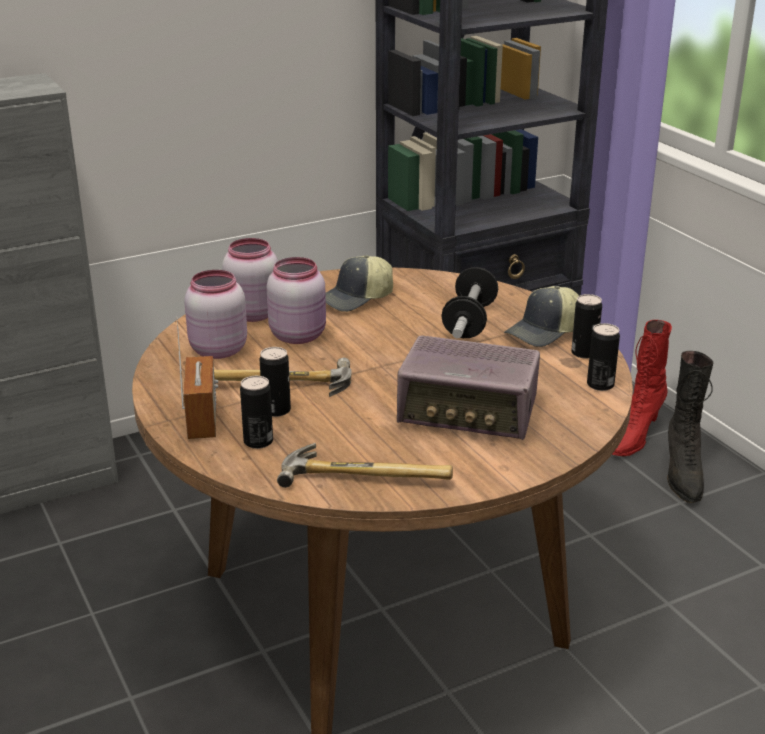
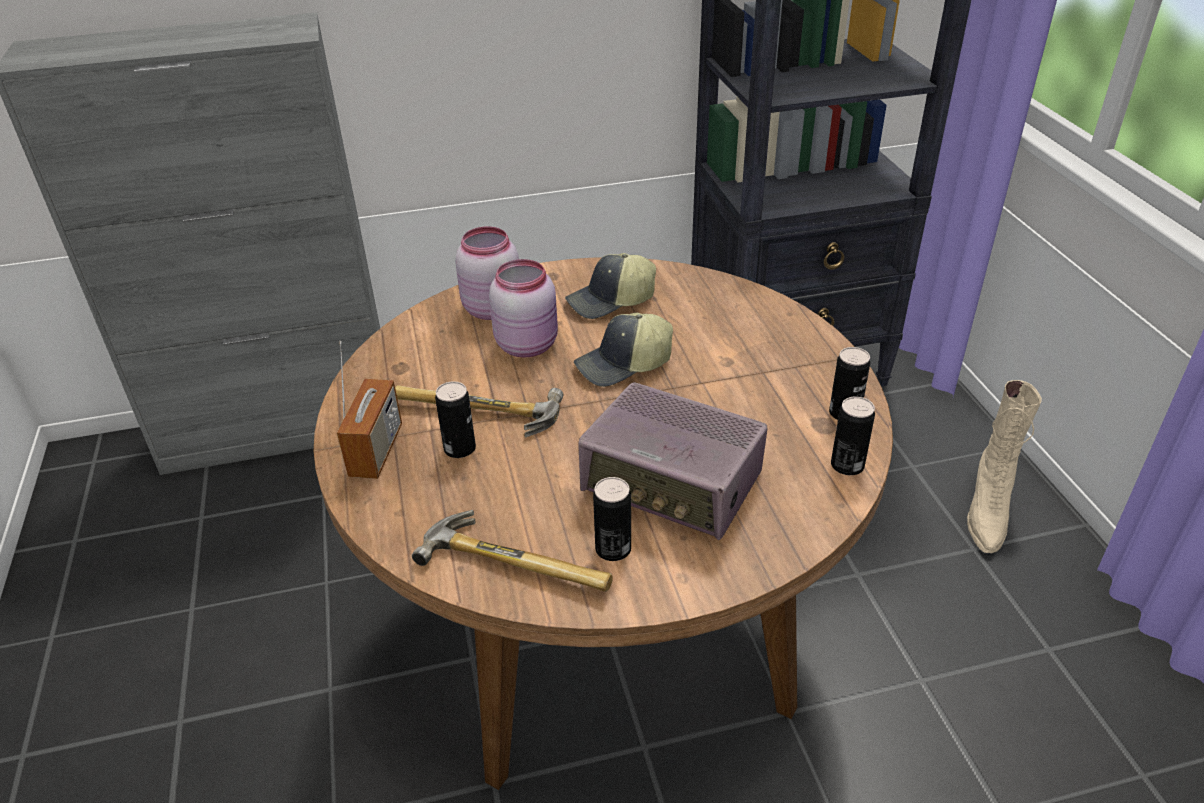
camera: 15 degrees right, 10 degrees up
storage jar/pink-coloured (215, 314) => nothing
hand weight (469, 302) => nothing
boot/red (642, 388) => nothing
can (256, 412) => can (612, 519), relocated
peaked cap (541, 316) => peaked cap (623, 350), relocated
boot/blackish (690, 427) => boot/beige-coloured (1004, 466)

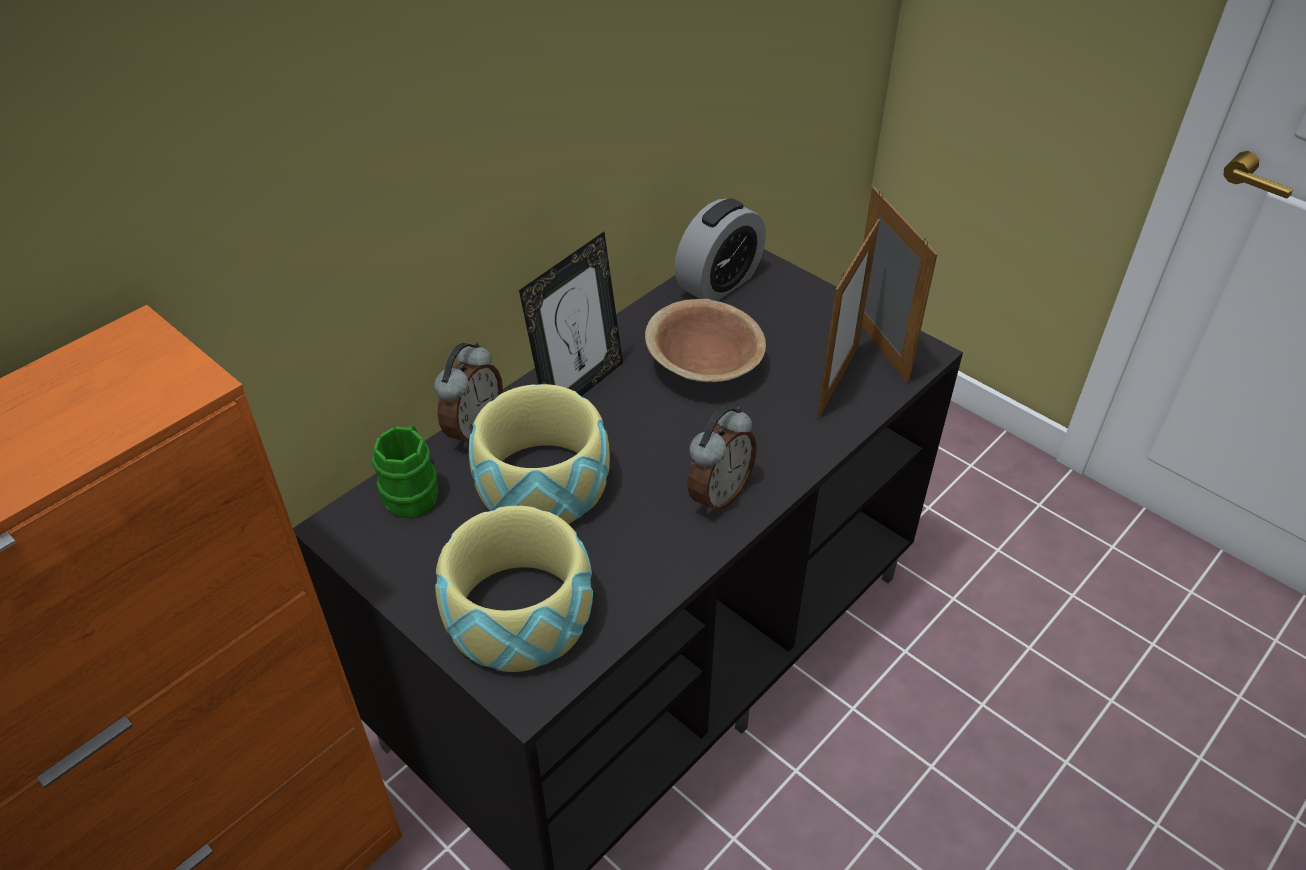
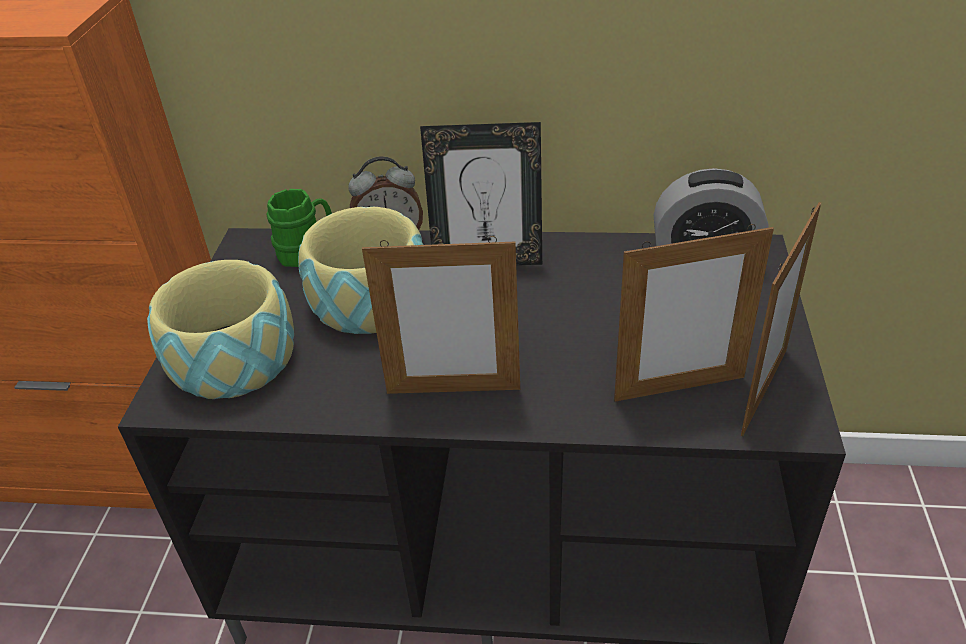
camera: 55 degrees right, 5 degrees down
deep dish/brownish (705, 341) => nothing
table clock (722, 460) => standing frame (441, 315)

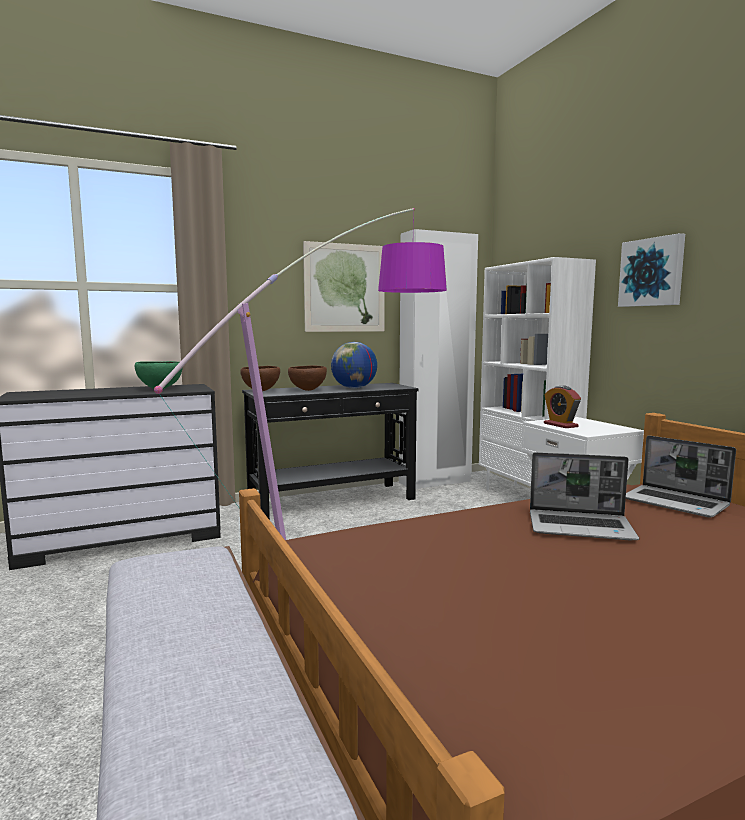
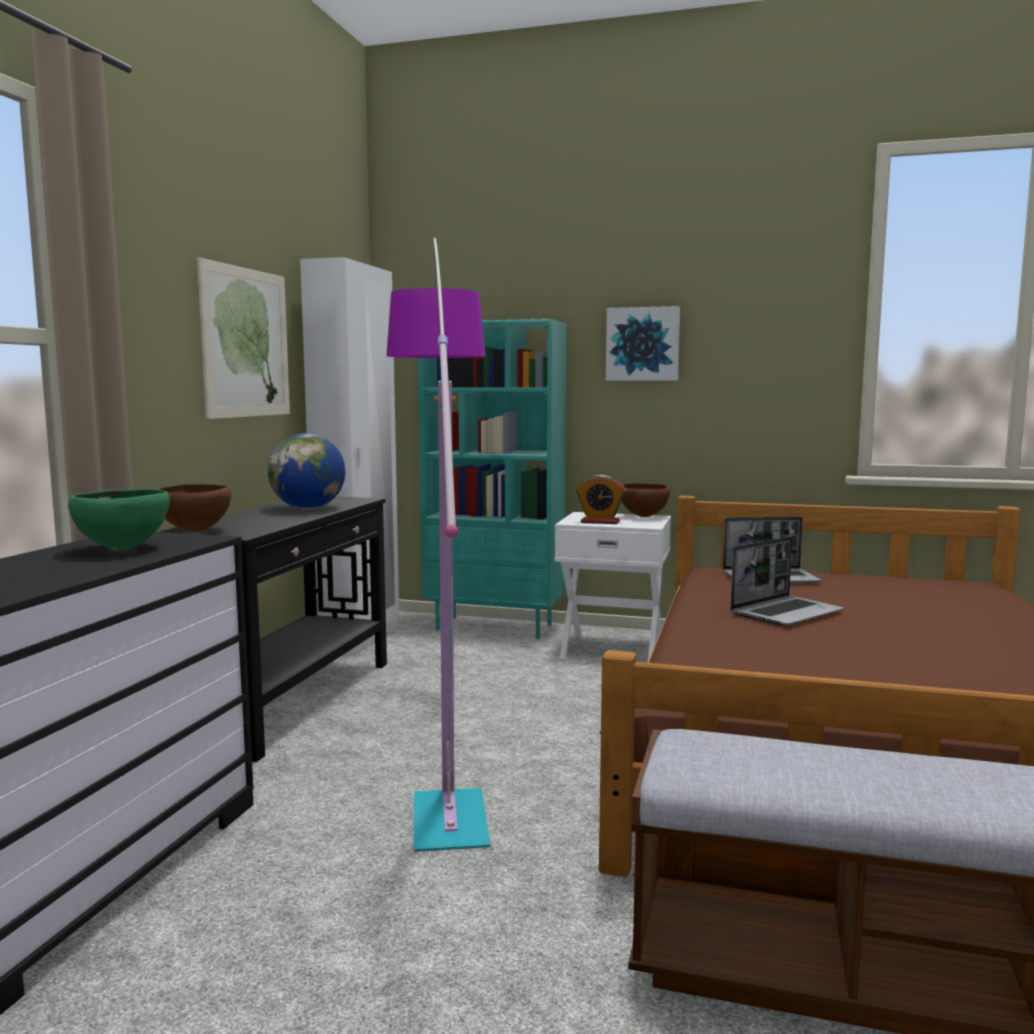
camera: 50 degrees left, 0 degrees up
deep dish/brownish (307, 378) => deep dish/brownish (646, 500), relocated
bookcase/white (537, 373) => bookcase/turquoise (492, 479)

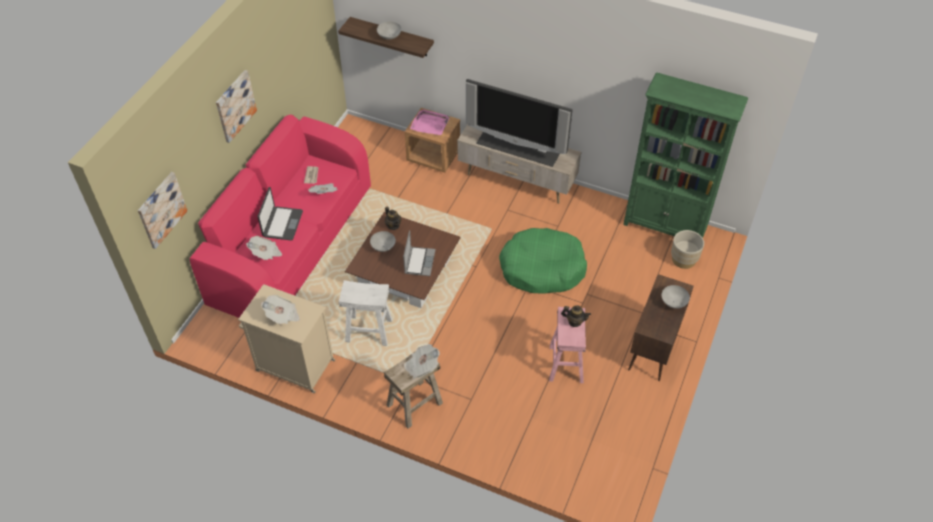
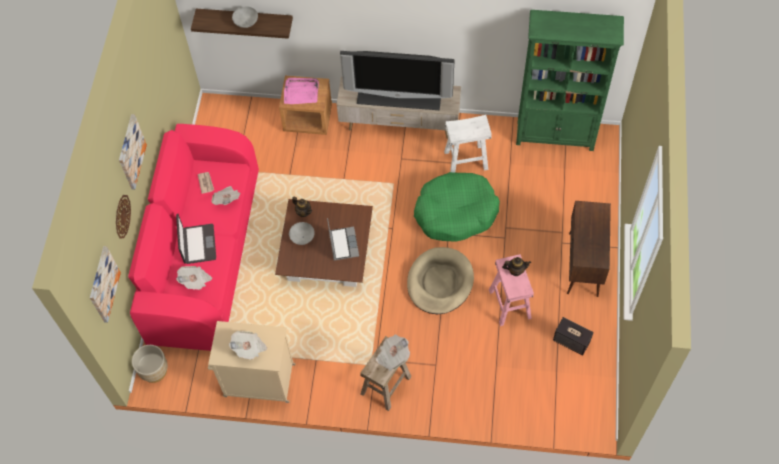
camera: 15 degrees left, 10 degrees up
deep dish/gray (676, 297) => nothing
nothing => wall clock (123, 217)
nothing => pet bed/beige-coloured (440, 280)
nothing => loudspeaker (573, 336)
sitting stool/white (366, 313) => sitting stool/white (468, 144), relocated
plant pot/beige-coloured (687, 249) => plant pot/beige-coloured (150, 364), relocated

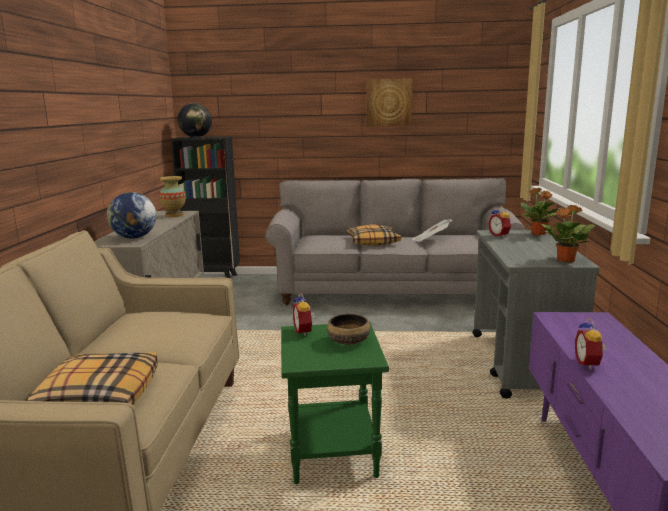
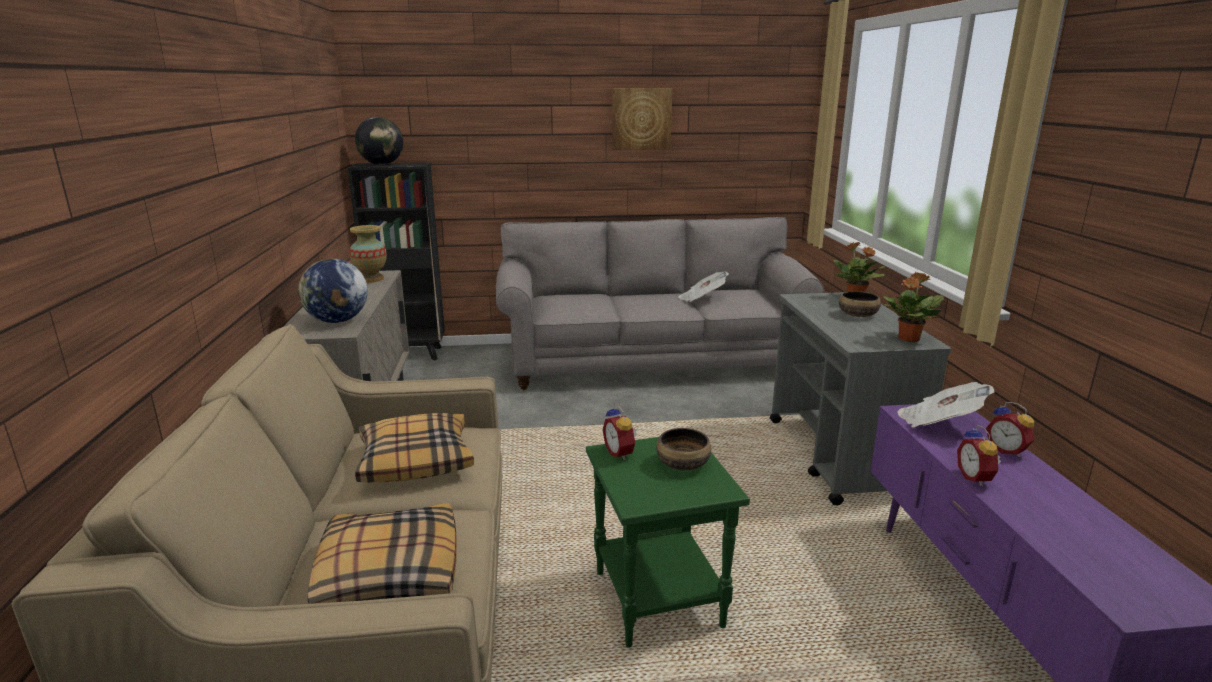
camera: 10 degrees left, 5 degrees up
nothing => deep dish (860, 304)
nothing => daily paper (946, 404)
pillow (374, 235) => pillow (414, 448), relocated
table clock (499, 221) => table clock (1010, 429), relocated

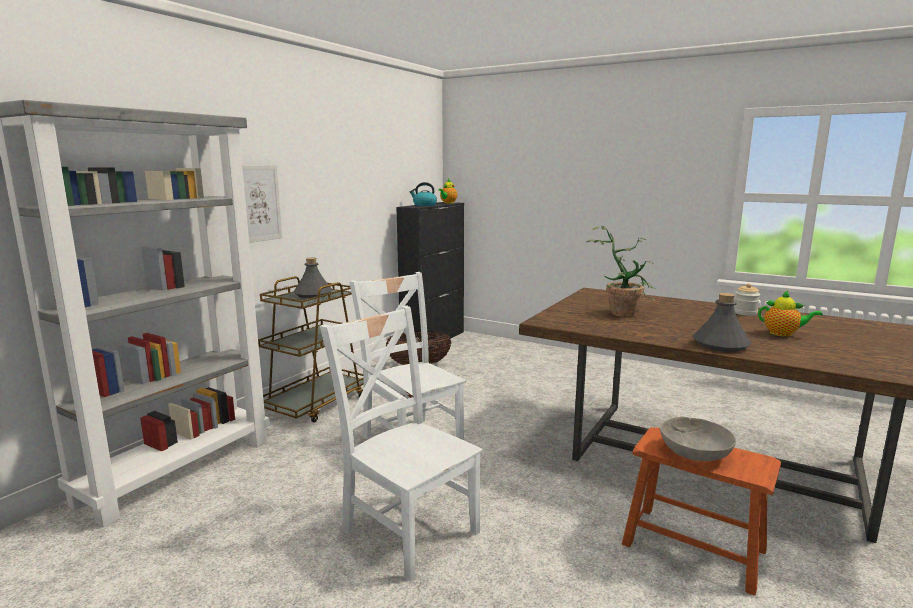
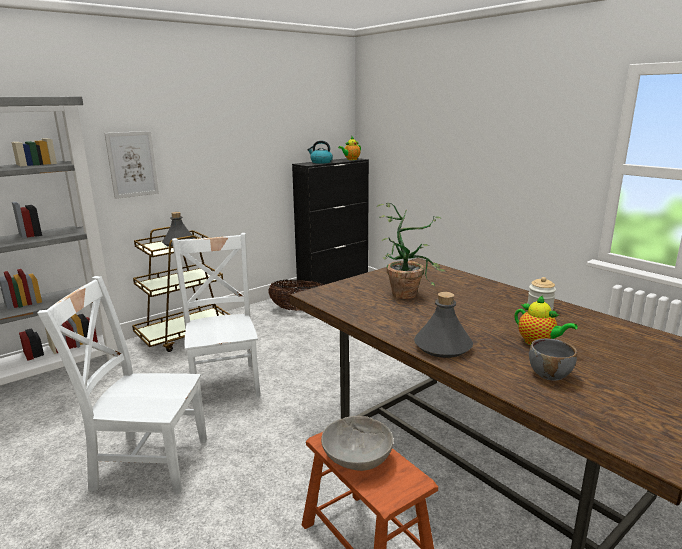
camera: 20 degrees right, 5 degrees up
nothing => deep dish/gray (553, 359)
chair/white (401, 443) => chair/white (122, 385), 60 degrees counterclockwise

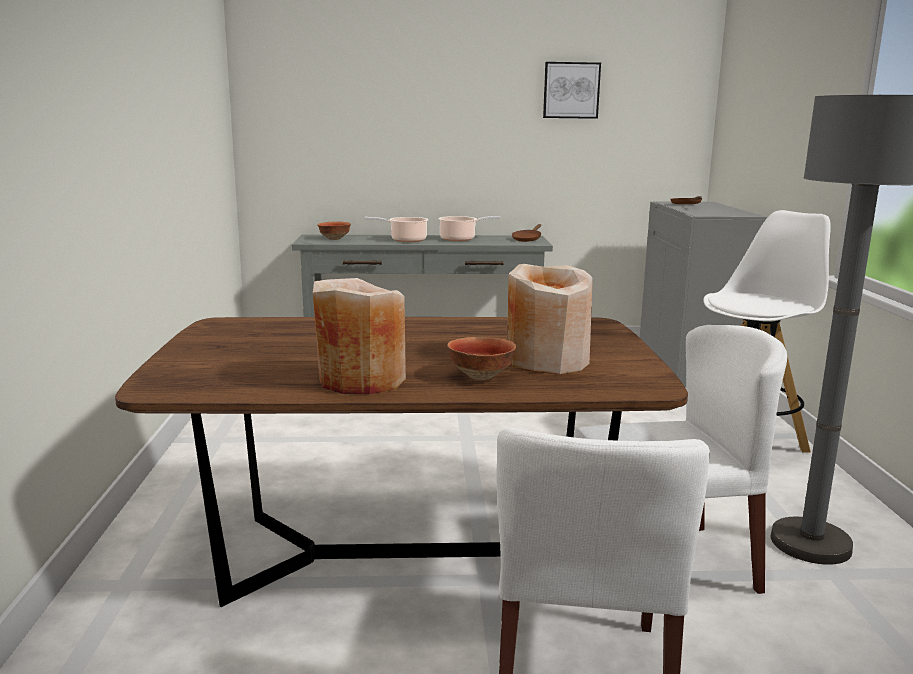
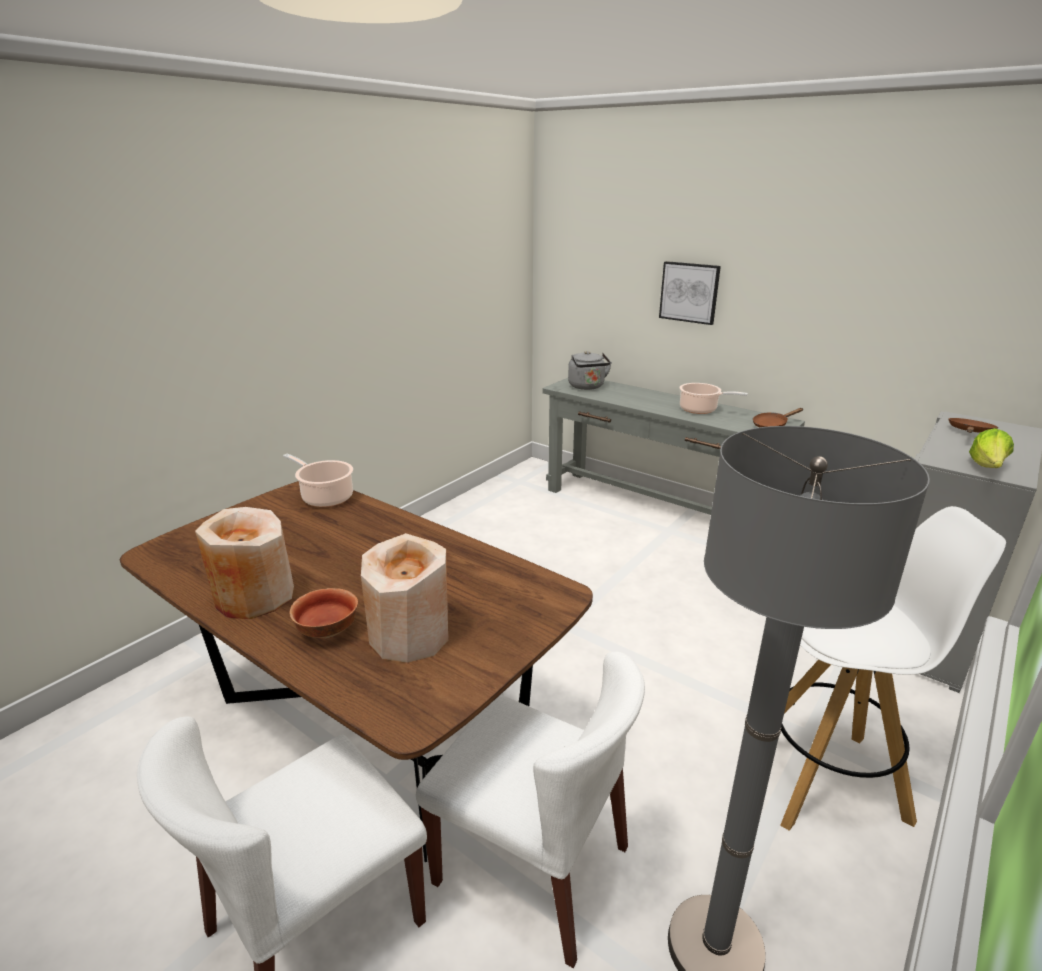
camera: 40 degrees right, 10 degrees up
nothing => lettuce head (991, 448)
cooking pot (396, 229) => cooking pot (318, 480), relocated
picture (572, 90) => picture (690, 293), relocated
deep dish (334, 230) => water kettle/gray (590, 370)

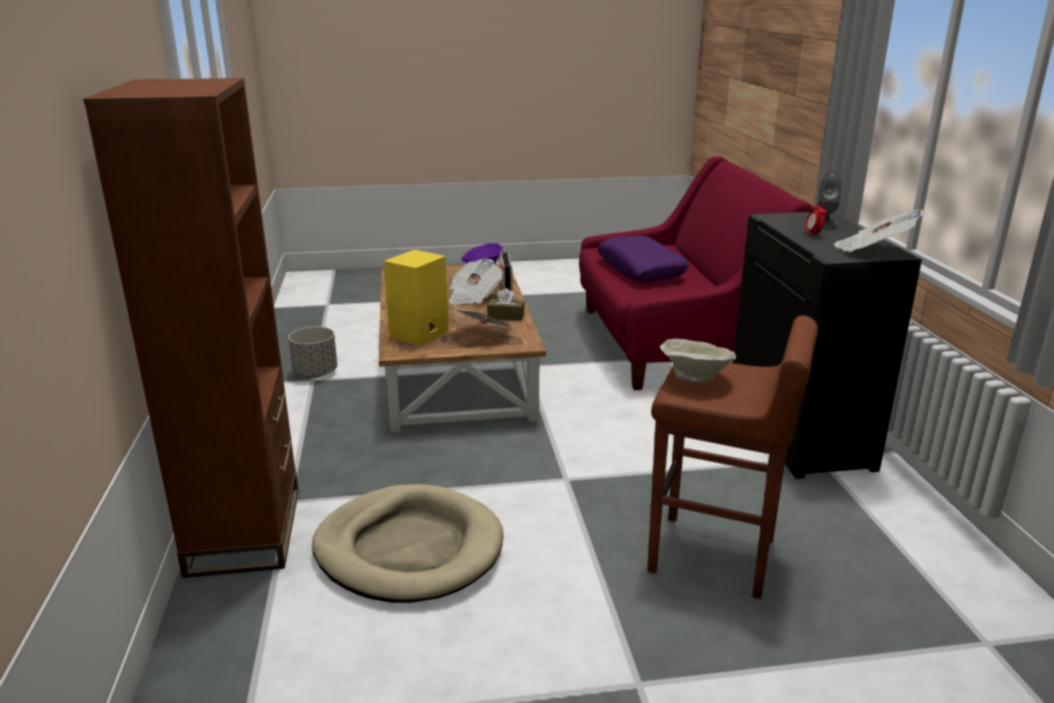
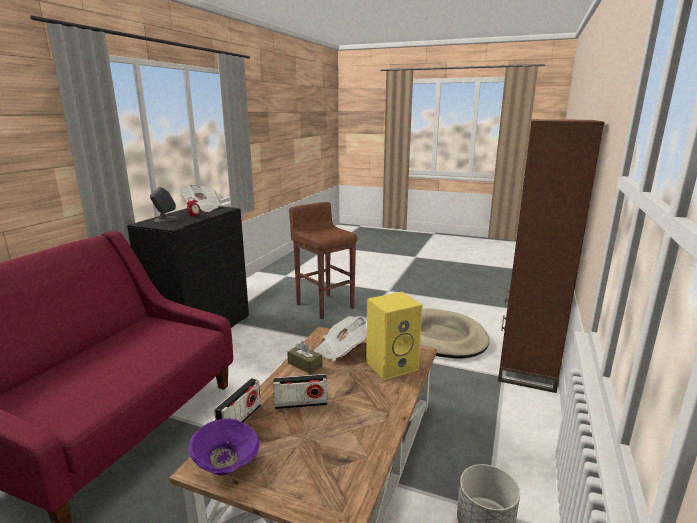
camera: 150 degrees left, 5 degrees down
pillow/purplish (643, 259) => nothing
deep dish/beige-coloured (698, 361) => nothing
daily paper (476, 281) => radio receiver (300, 391)

